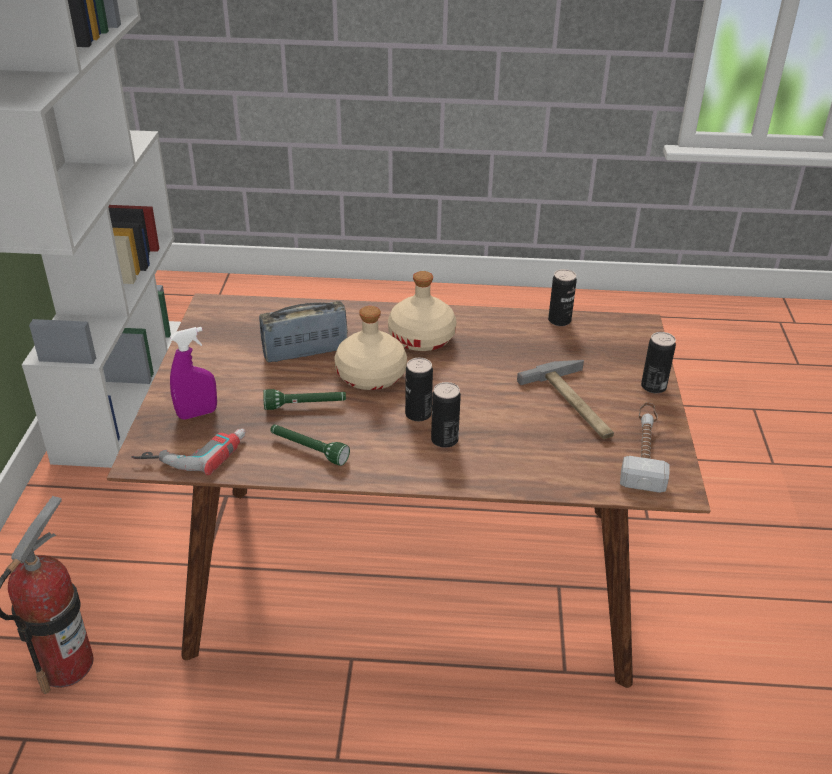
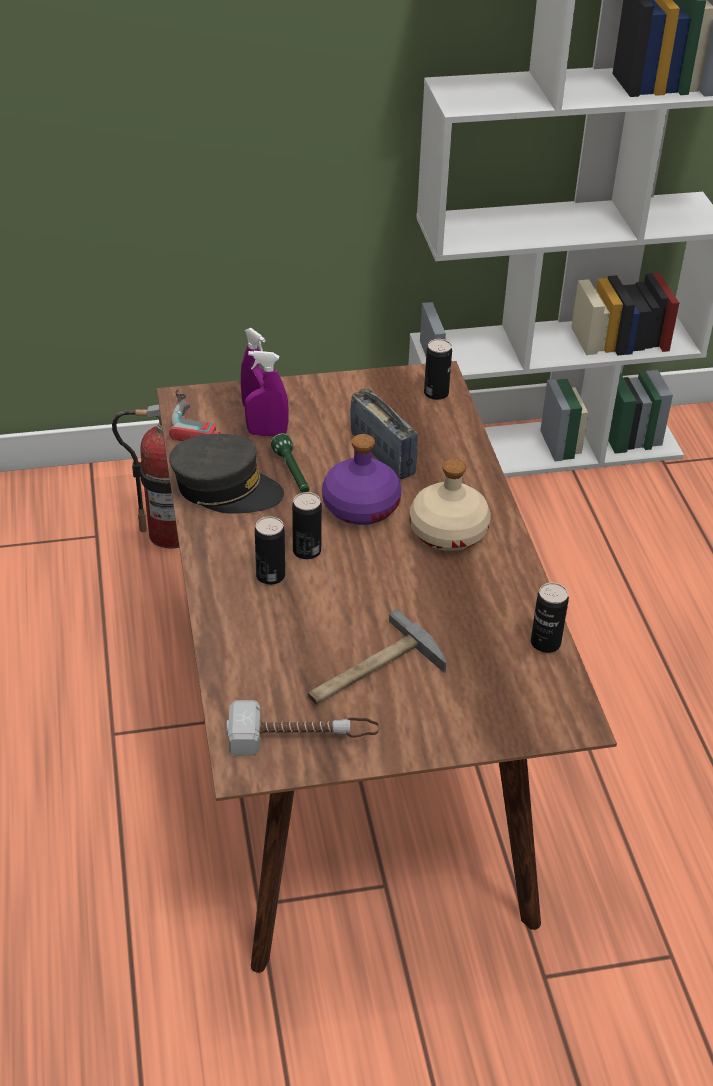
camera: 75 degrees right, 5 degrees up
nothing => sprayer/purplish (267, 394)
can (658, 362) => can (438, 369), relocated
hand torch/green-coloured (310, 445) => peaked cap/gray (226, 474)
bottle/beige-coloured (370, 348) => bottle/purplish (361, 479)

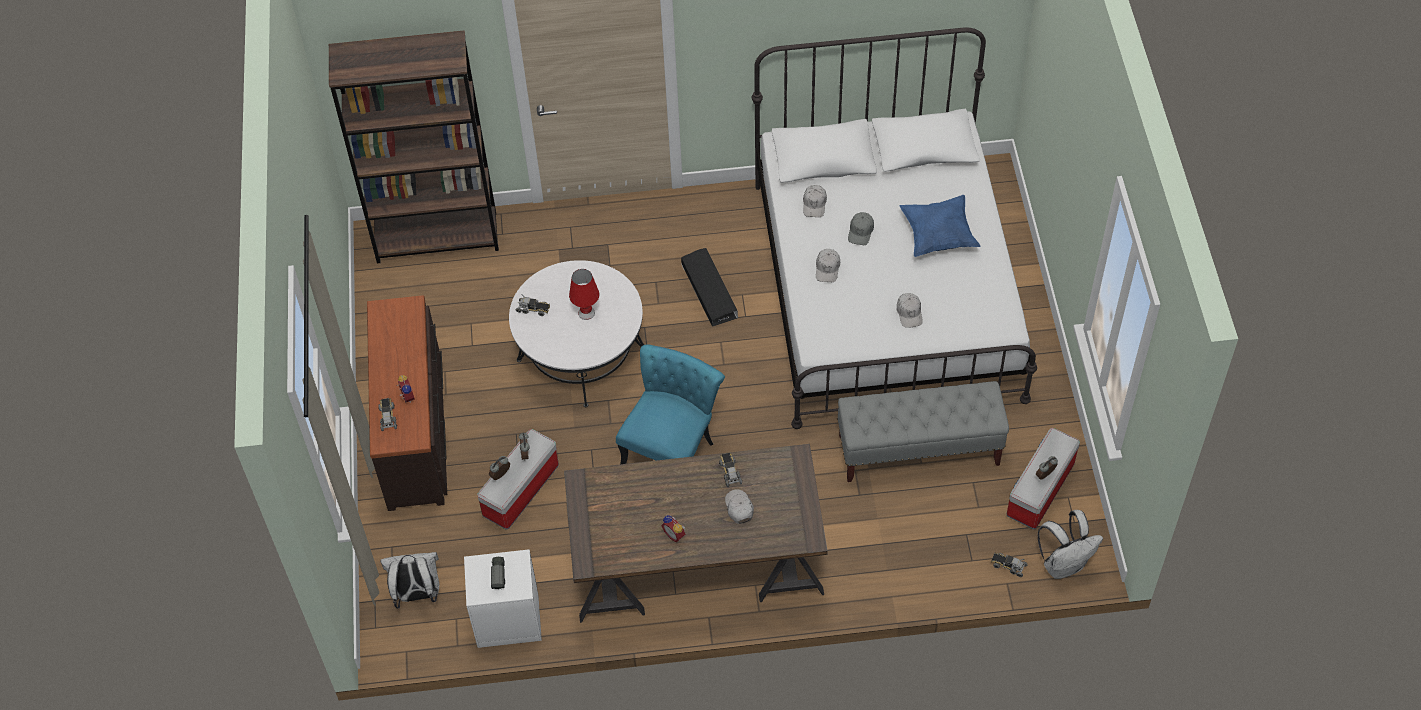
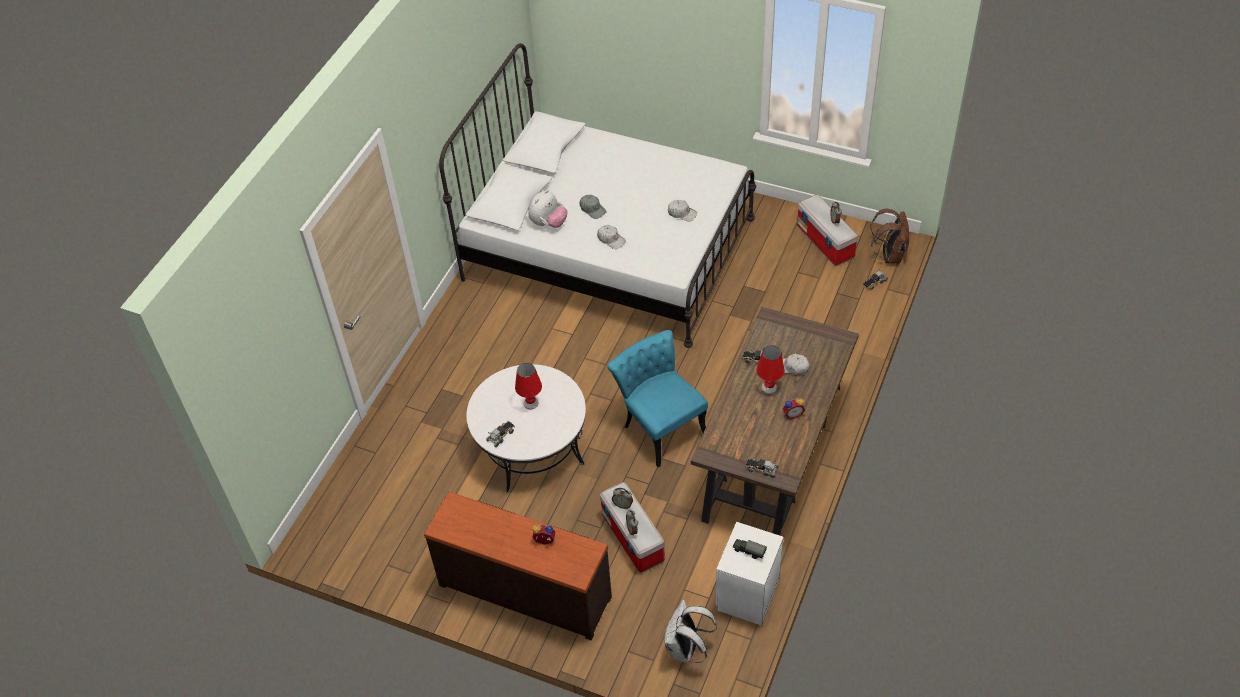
camera: 60 degrees left, 5 degrees down
bookcase/brownish (414, 146) => nothing
storage bin/blackish (709, 287) => nothing
indoor bench/gray (923, 431) => nothing
pillow/bluish (940, 226) => nothing
nothing => table lamp/red (771, 369)
toy truck (387, 414) => toy truck (762, 468), relocated
peaked cap/white (815, 201) => plush toy (548, 209)
rucksack/white (1070, 544) => rucksack/brownish (890, 236)

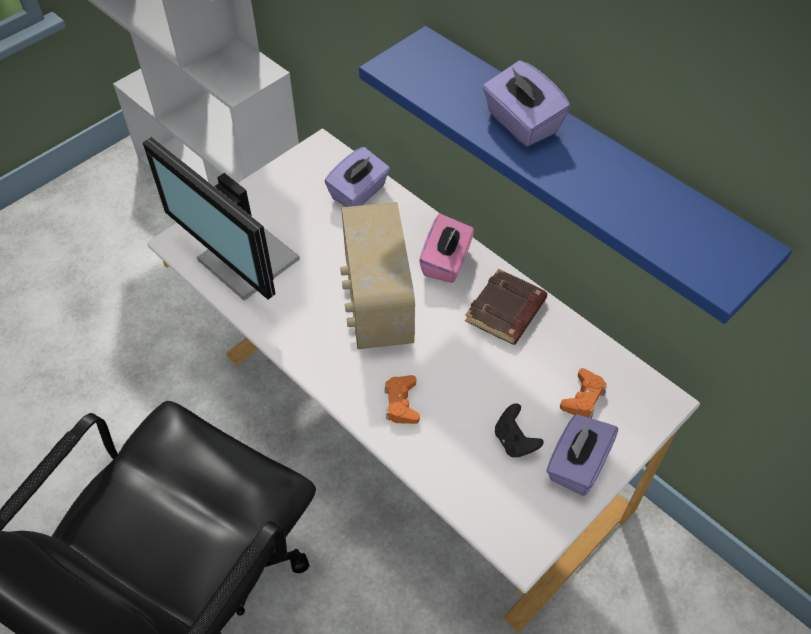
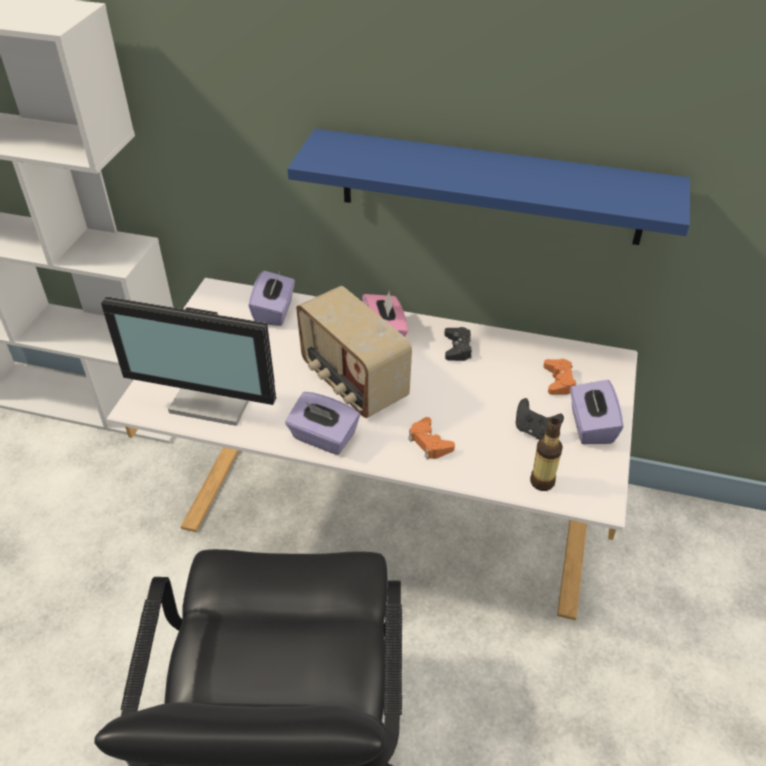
camera: 30 degrees left, 10 degrees down
nothing => bottle (546, 454)
box of tissues/purplish (527, 103) => box of tissues/purplish (322, 423), relocated
volume/brownish (506, 307) => gamepad/blackish (458, 344)

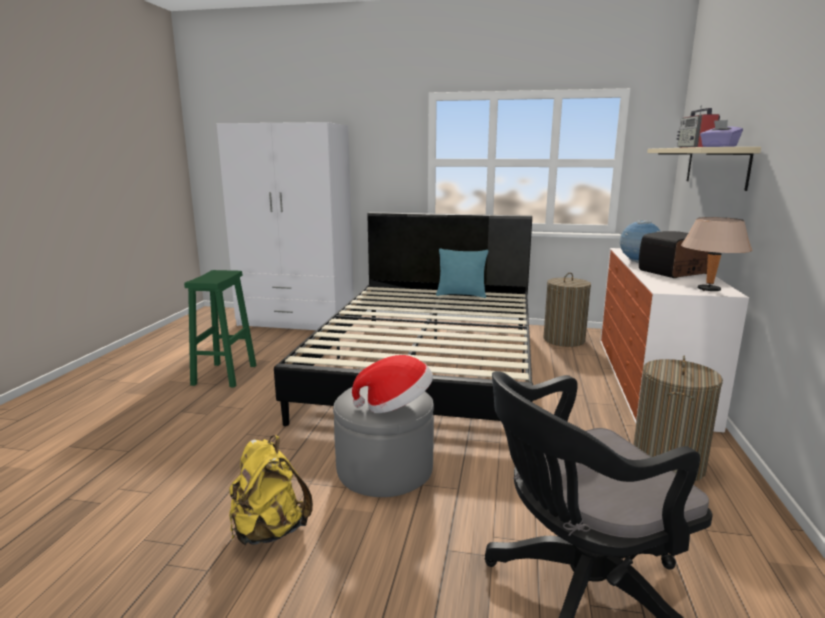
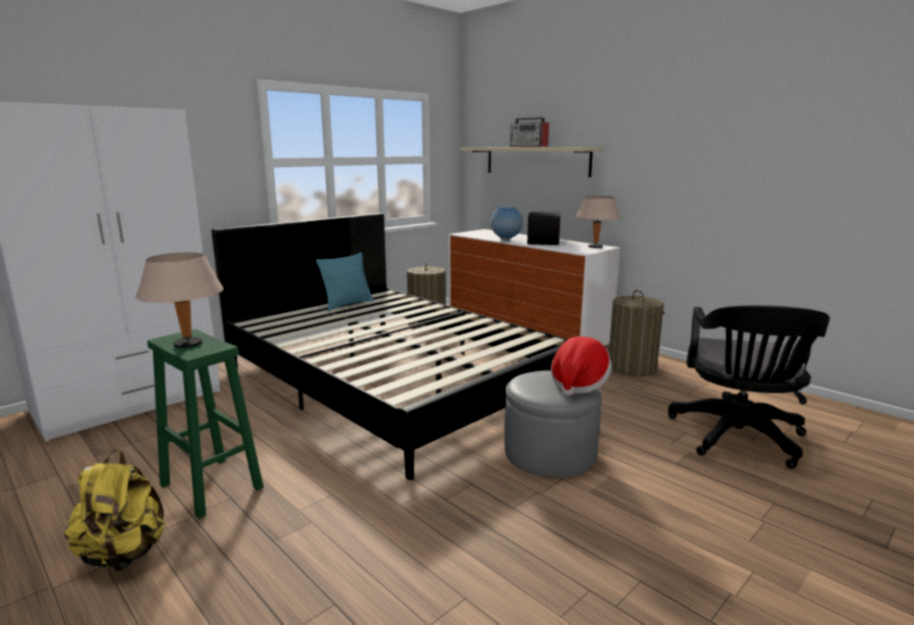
camera: 55 degrees left, 0 degrees up
box of tissues/purplish (721, 133) => nothing
nothing => table lamp/beige-coloured (180, 300)
rucksack/yellowish (271, 490) => rucksack/yellowish (114, 510), relocated

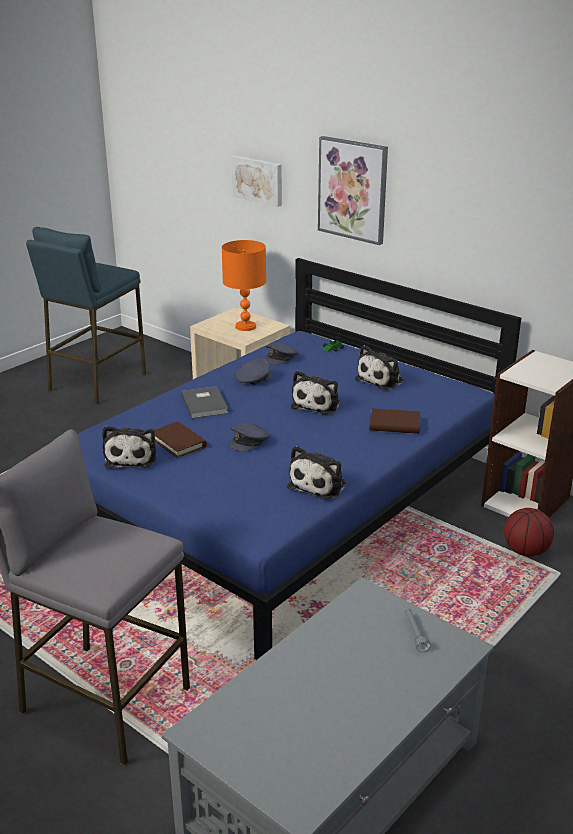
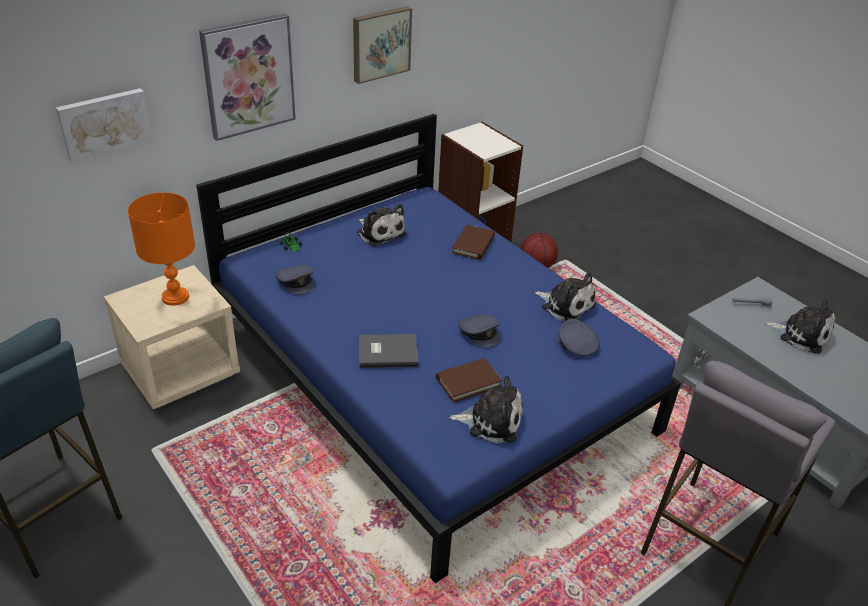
camera: 80 degrees left, 10 degrees up
nothing => picture (382, 45)
peaked cap/gray (254, 372) => peaked cap/gray (578, 337), relocated
plush toy (315, 393) => plush toy (800, 327), relocated

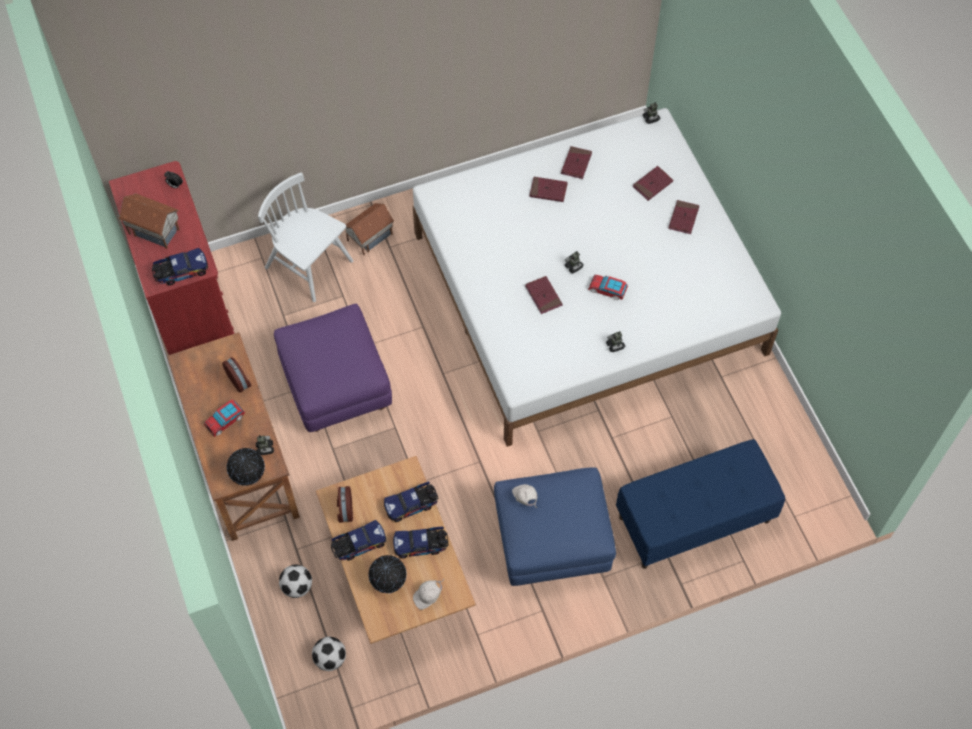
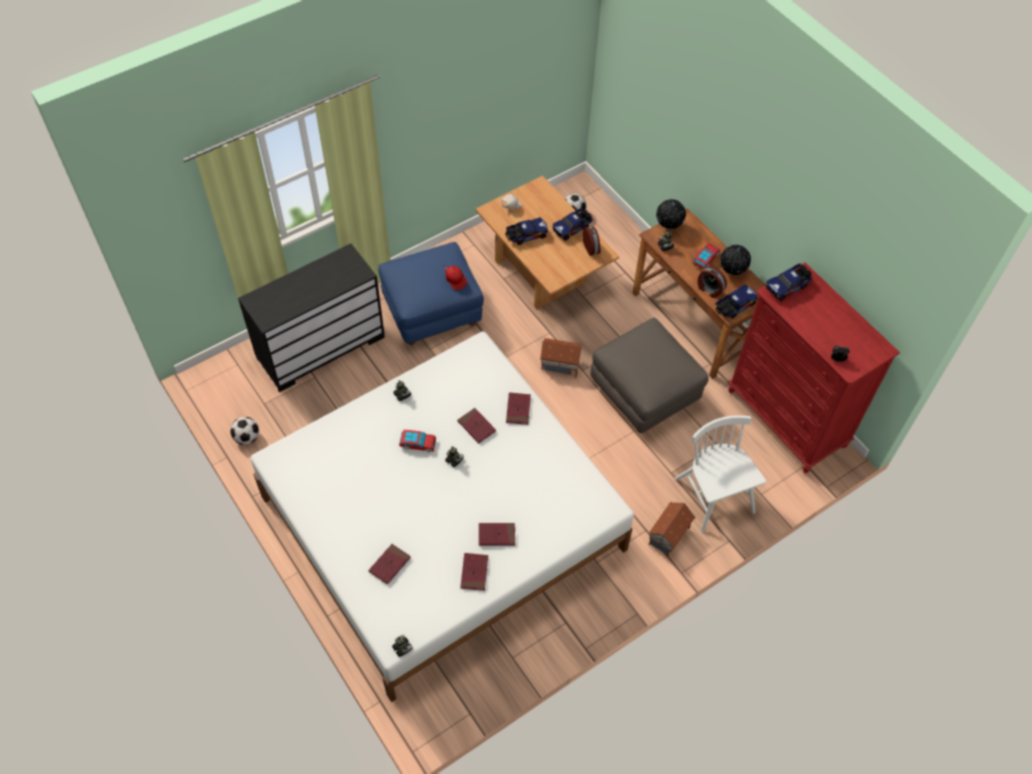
camera: 165 degrees right, 5 degrees down
toy house (149, 221) => toy house (561, 357), relocated
football (295, 581) => football (244, 431), relocated
world globe (388, 574) => world globe (735, 260), relocated
toy truck (411, 502) => toy truck (736, 301), relocated
volume/red (684, 217) => volume/red (518, 408), relocated
indoor bench/bluish (700, 504) => dresser/blackish (311, 317)
ottoman/purplish (333, 368) => ottoman/gray (649, 375)
peaked cap/white (525, 496) => peaked cap/red (455, 277)
chair/white (305, 237) => chair/white (720, 473), 135 degrees counterclockwise

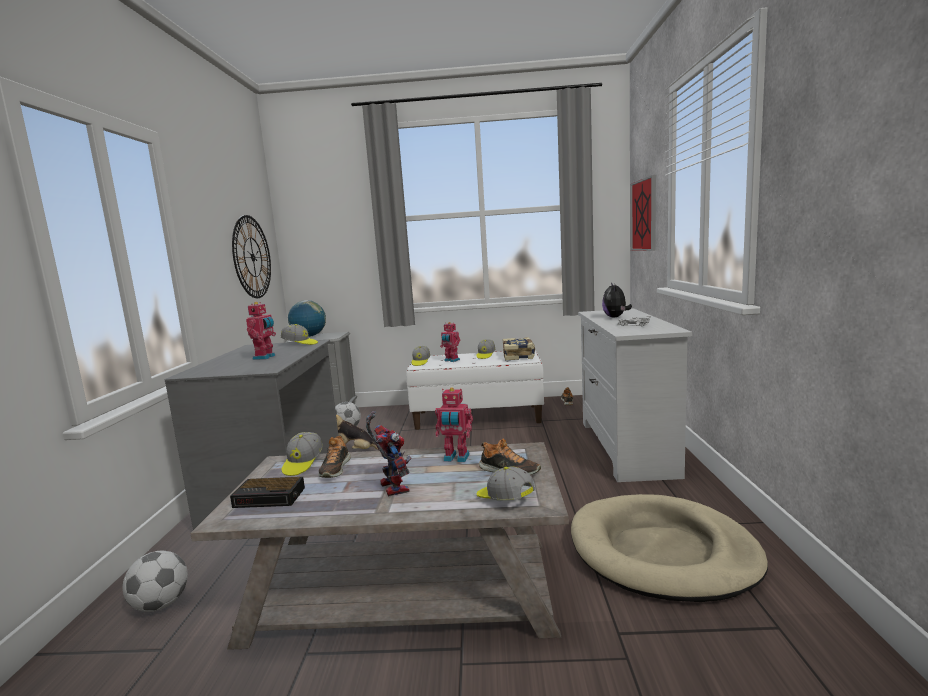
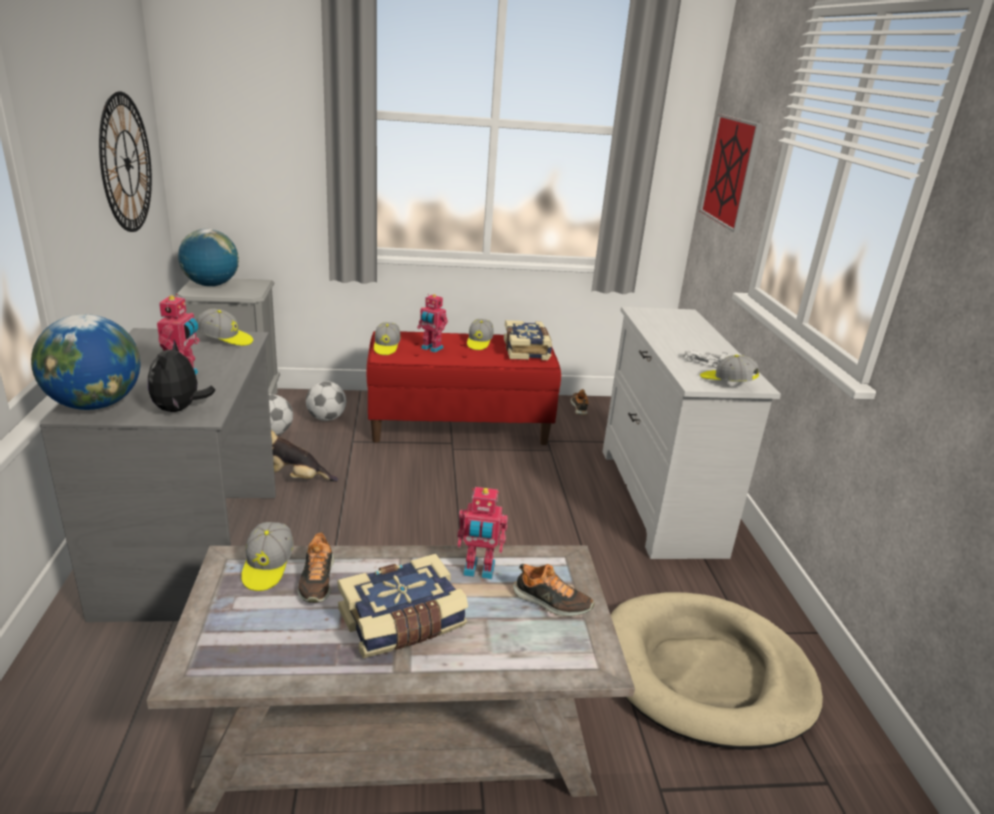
camera: 10 degrees left, 15 degrees up
table clock (267, 492) => nothing
nothing => world globe (85, 362)
football (155, 581) => football (326, 401), relocated
peaked cap (505, 484) => peaked cap (729, 368), relocated
plush toy (617, 299) => plush toy (182, 376), relocated
model robot (388, 453) => volume (403, 606)
indoor bench/white (475, 390) => indoor bench/red (464, 388)

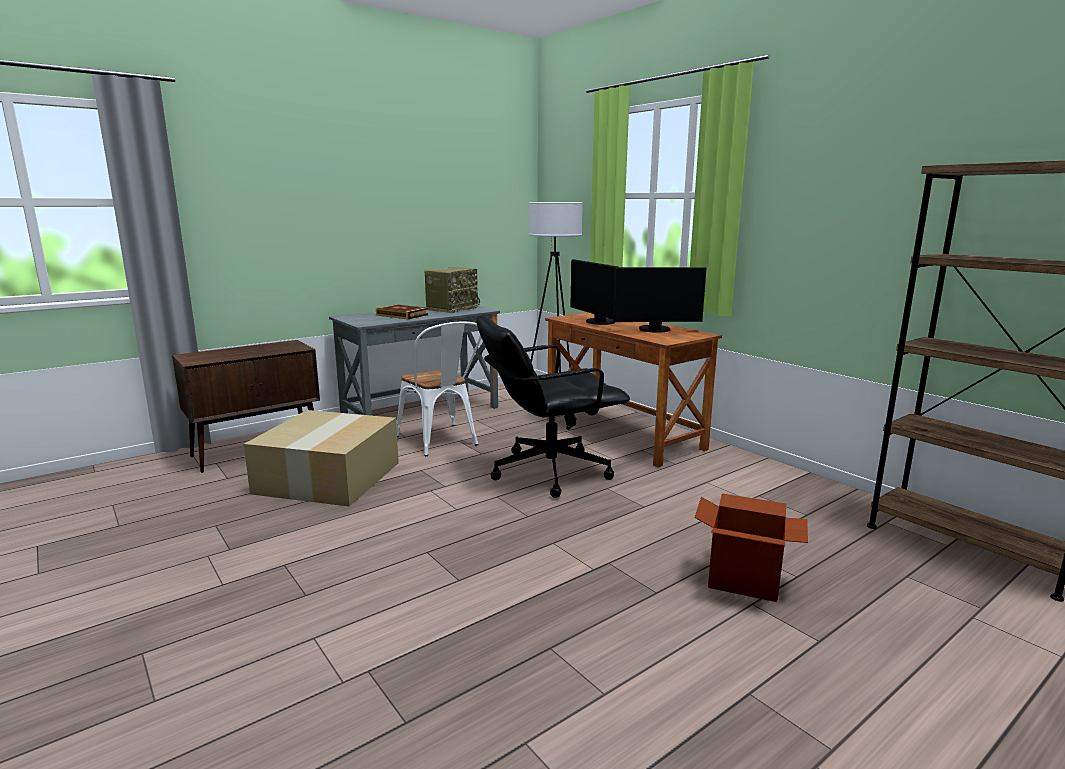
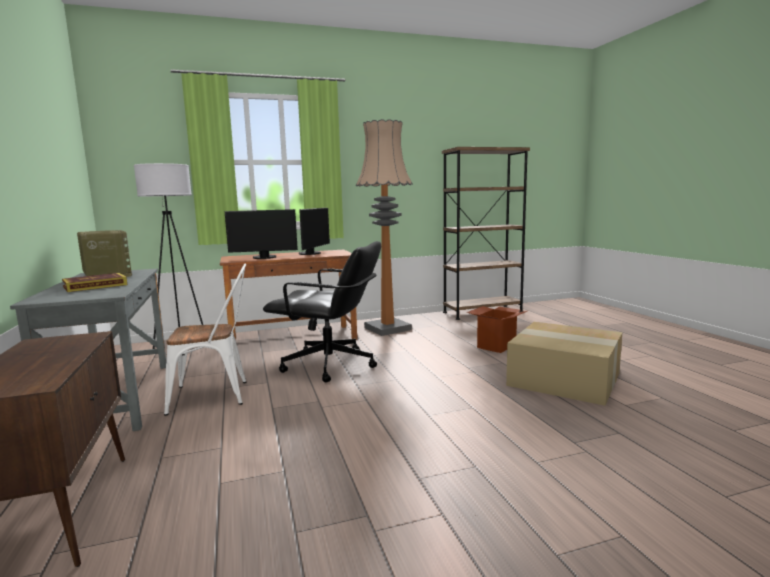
camera: 70 degrees left, 5 degrees down
nothing => standing lamp (384, 227)
carton (321, 458) => carton (564, 364), relocated
desk chair/blackish (553, 406) => desk chair/blackish (322, 311), 75 degrees counterclockwise

